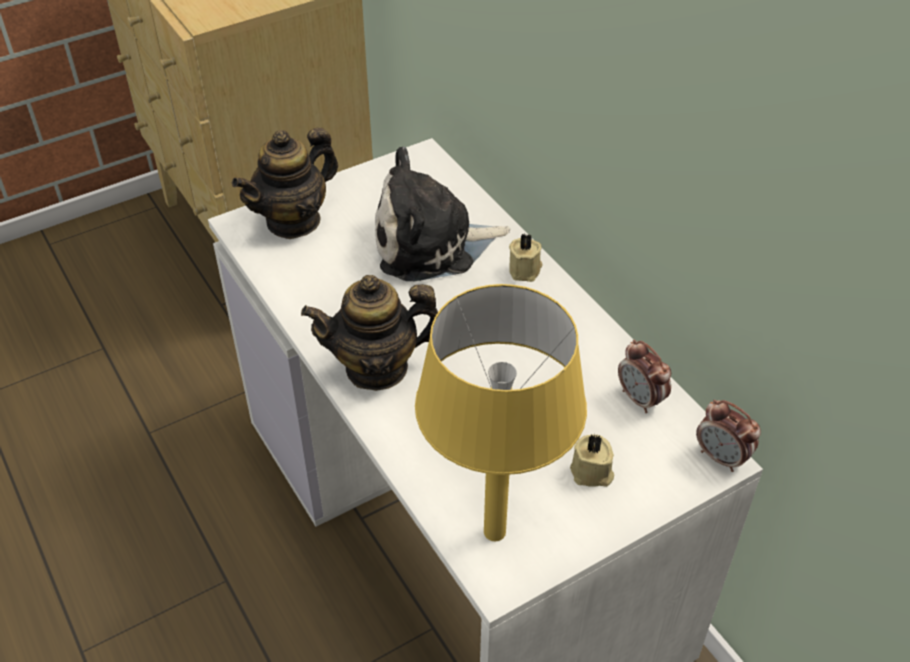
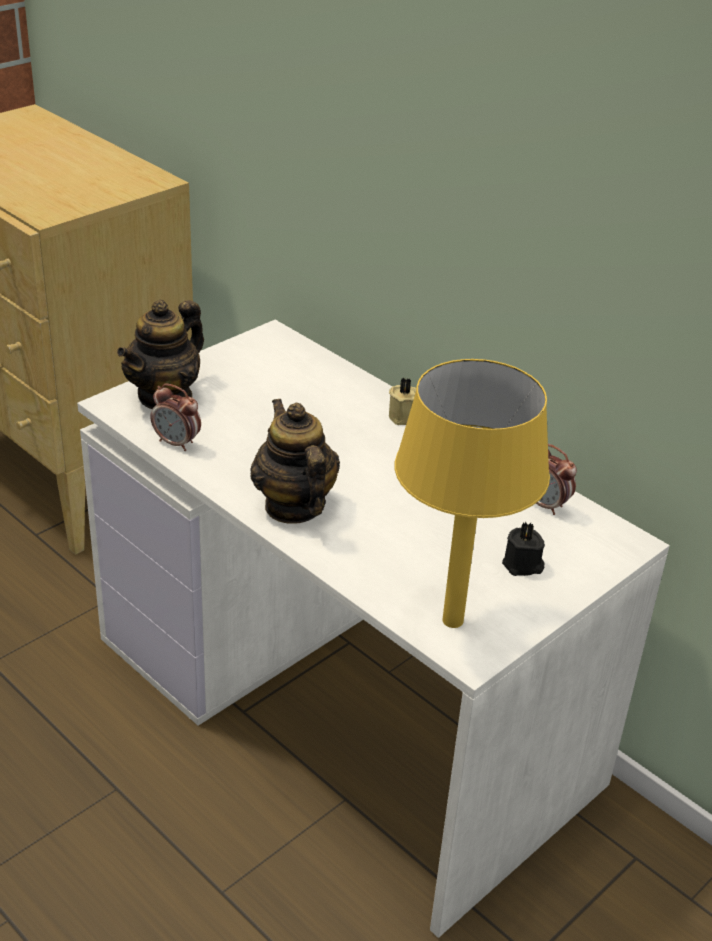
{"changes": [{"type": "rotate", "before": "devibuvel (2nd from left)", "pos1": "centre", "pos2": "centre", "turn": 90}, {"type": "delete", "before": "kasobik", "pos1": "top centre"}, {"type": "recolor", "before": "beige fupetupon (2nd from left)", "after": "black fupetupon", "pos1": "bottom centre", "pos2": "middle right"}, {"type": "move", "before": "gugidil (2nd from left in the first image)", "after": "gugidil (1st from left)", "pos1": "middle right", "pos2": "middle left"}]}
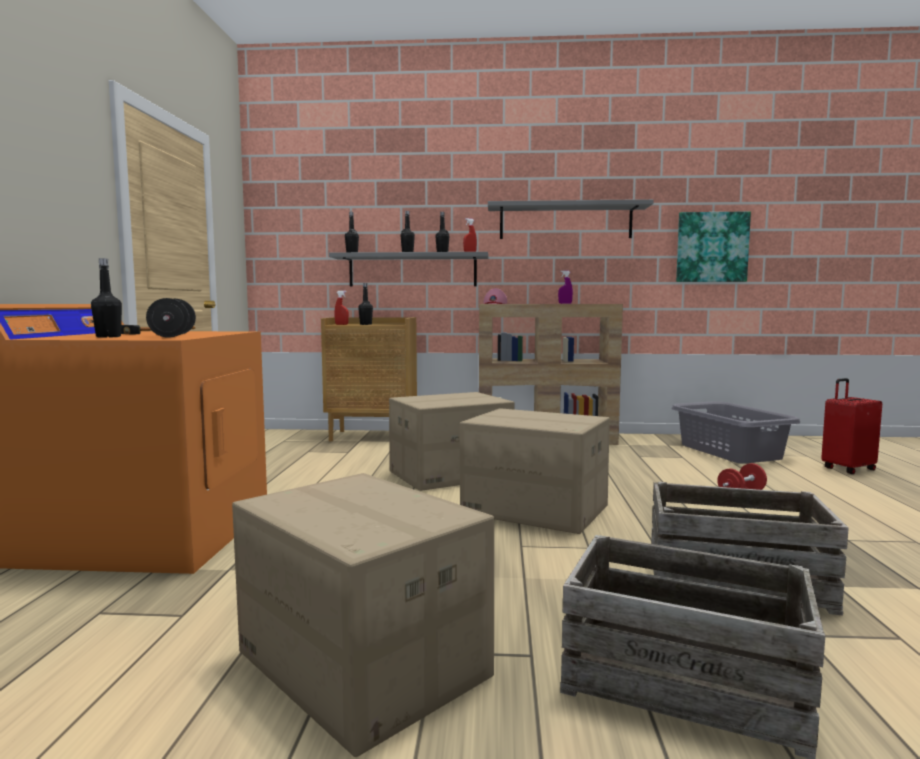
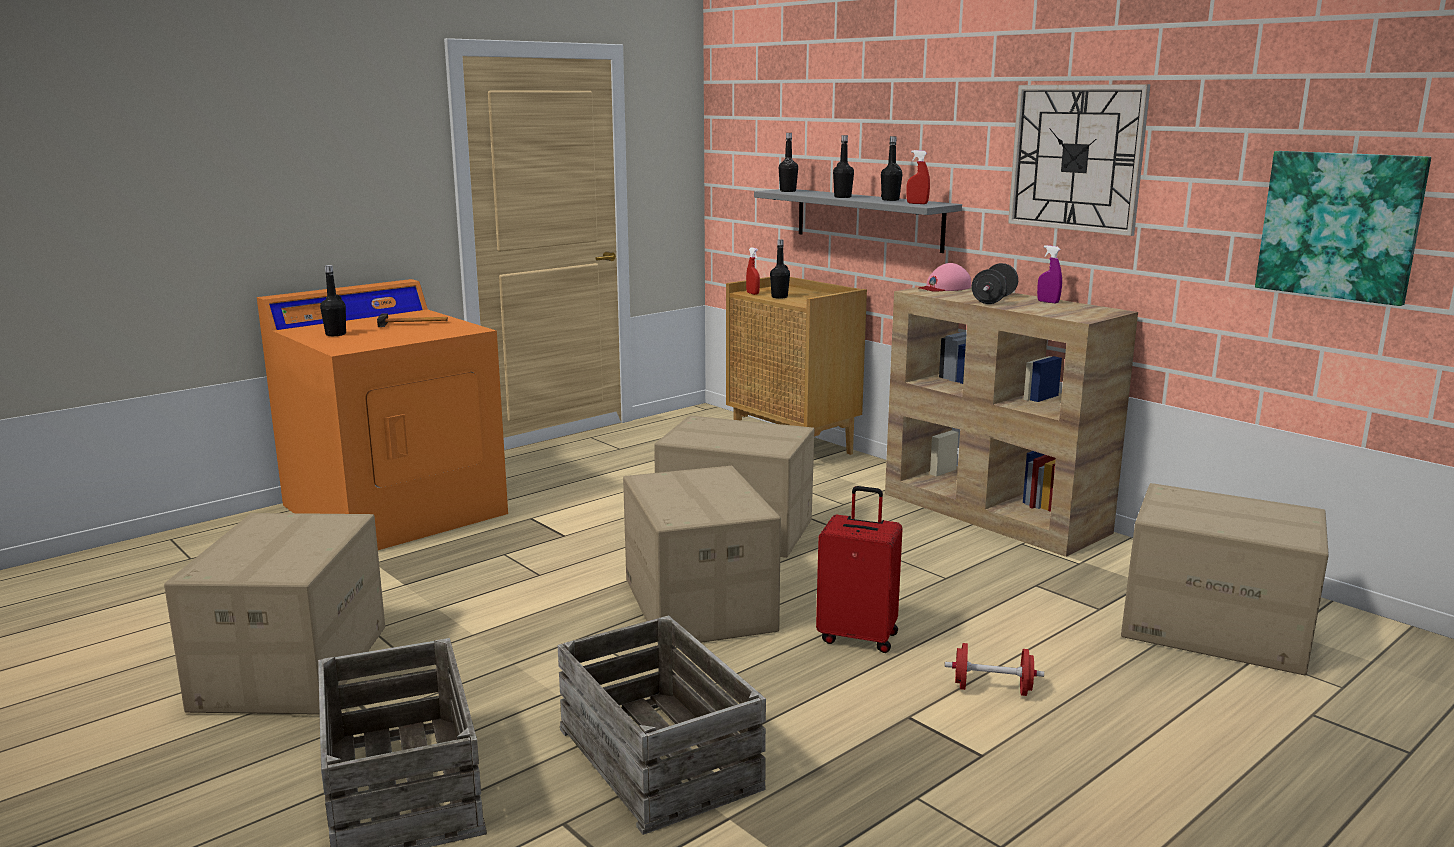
{"changes": [{"type": "move", "before": "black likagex", "pos1": "middle left", "pos2": "middle right"}, {"type": "replace", "before": "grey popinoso (2nd from left)", "after": "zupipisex", "pos1": "top centre", "pos2": "top right"}, {"type": "replace", "before": "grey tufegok", "after": "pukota (4th from left)", "pos1": "middle right", "pos2": "bottom right"}, {"type": "move", "before": "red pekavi", "pos1": "middle right", "pos2": "bottom centre"}]}
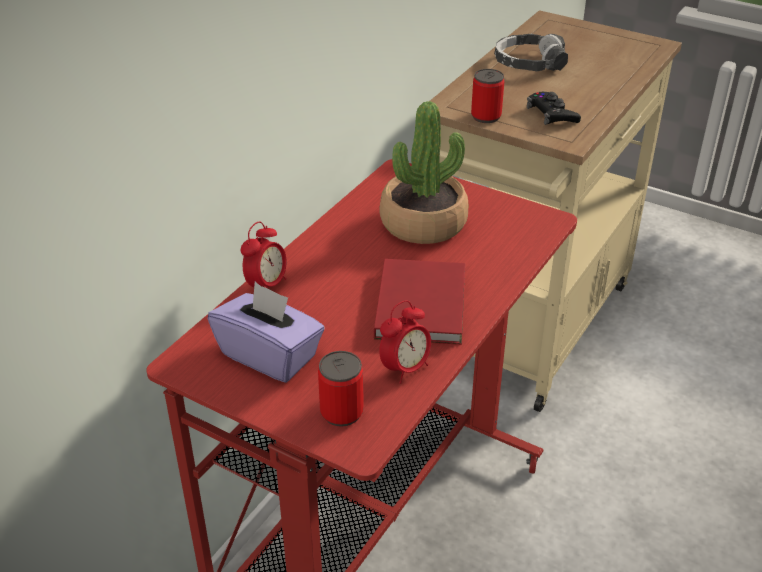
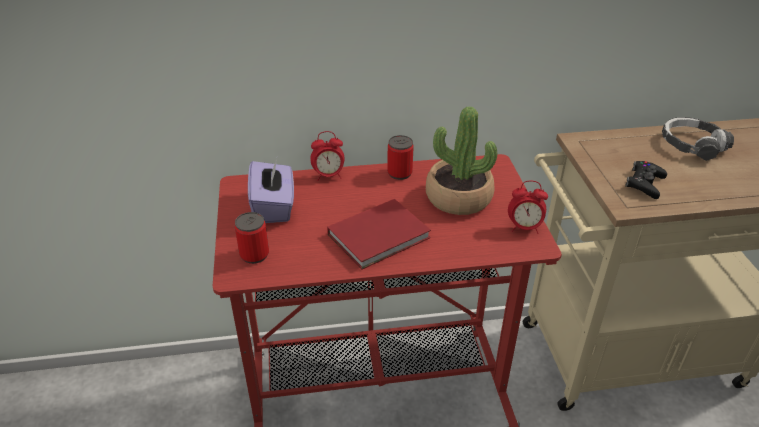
{"changes": [{"type": "move", "before": "gugidil (2nd from left)", "pos1": "centre", "pos2": "middle right"}, {"type": "move", "before": "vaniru (2nd from left)", "pos1": "top centre", "pos2": "centre"}]}
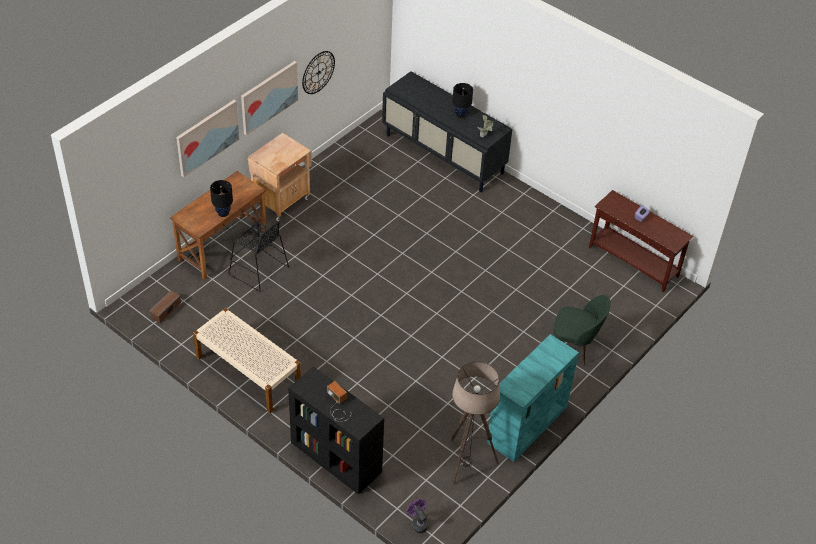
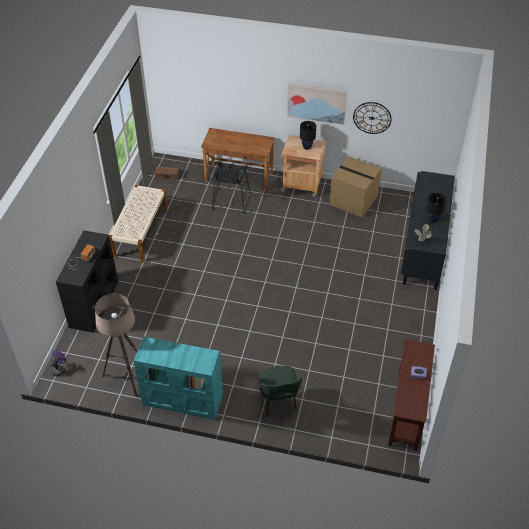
{"changes": [{"type": "delete", "before": "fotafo (1st from left)", "pos1": "top left"}, {"type": "move", "before": "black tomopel (1st from left)", "pos1": "middle left", "pos2": "top centre"}, {"type": "insert", "after": "pukota", "pos2": "middle right"}]}
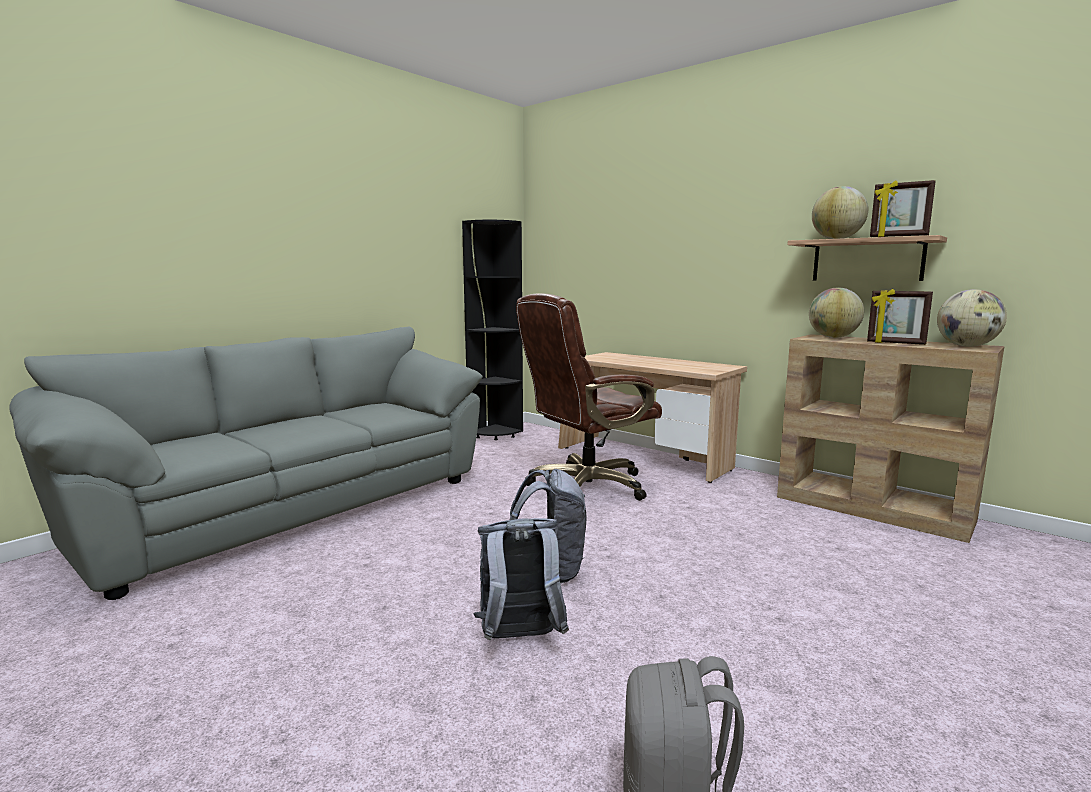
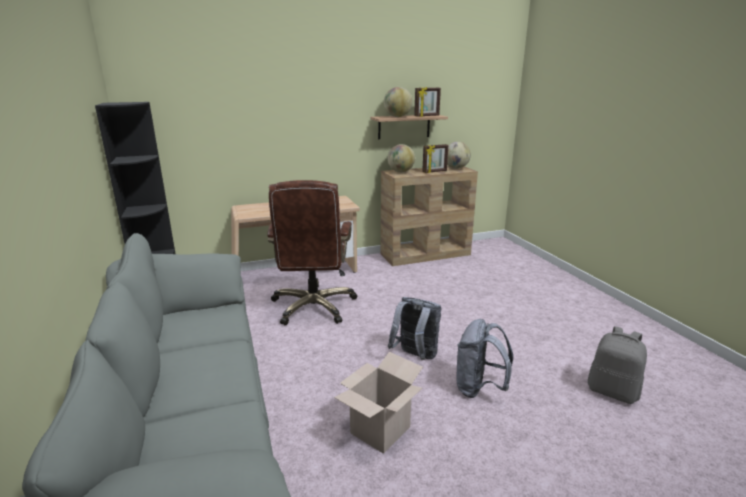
{"changes": [{"type": "insert", "after": "pukota", "pos2": "bottom centre"}]}
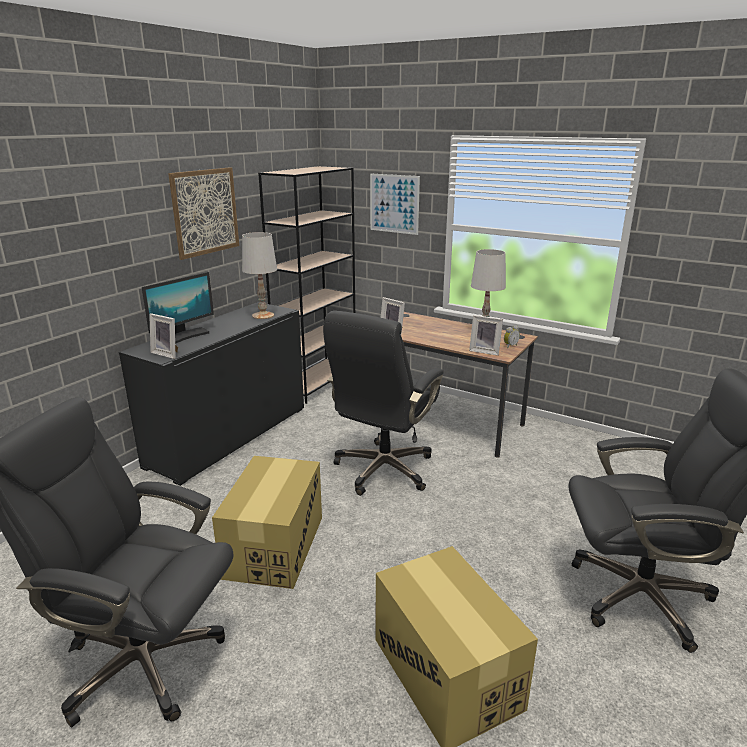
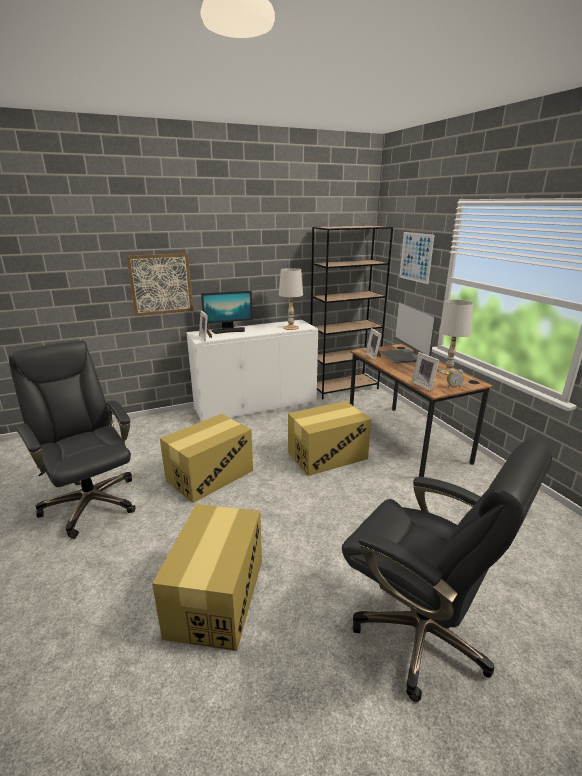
{"changes": [{"type": "recolor", "before": "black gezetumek", "after": "white gezetumek", "pos1": "middle left", "pos2": "centre"}, {"type": "move", "before": "fotafo (1st from left)", "pos1": "top left", "pos2": "middle left"}, {"type": "replace", "before": "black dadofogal (2nd from left)", "after": "pukota (3rd from left)", "pos1": "centre", "pos2": "centre"}, {"type": "insert", "after": "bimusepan (2nd from left)", "pos2": "middle right"}]}
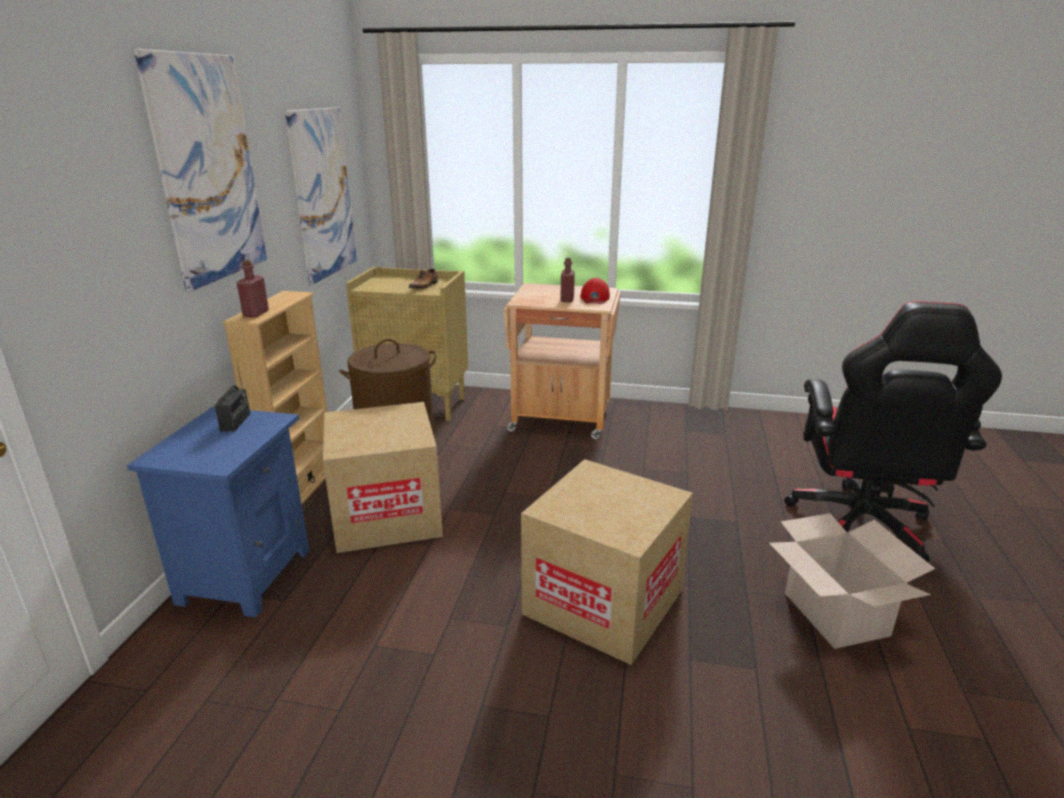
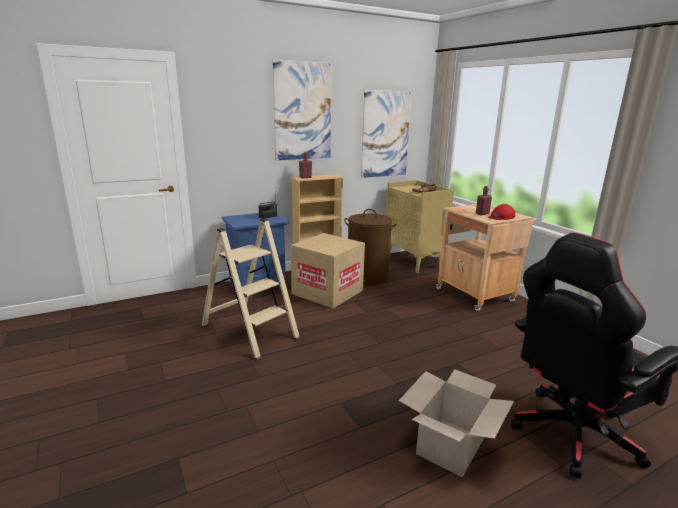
{"changes": [{"type": "delete", "before": "pukota (2nd from left)", "pos1": "bottom centre"}, {"type": "insert", "after": "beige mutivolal", "pos2": "centre"}]}
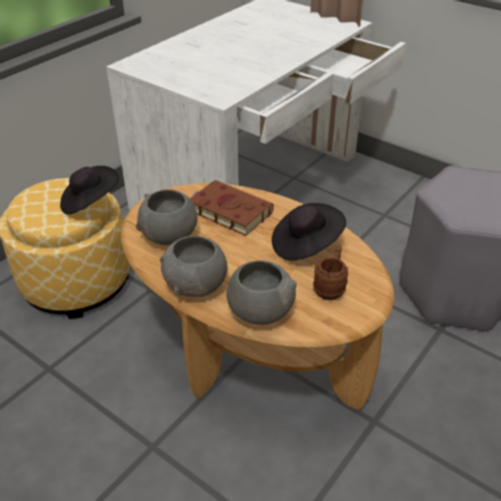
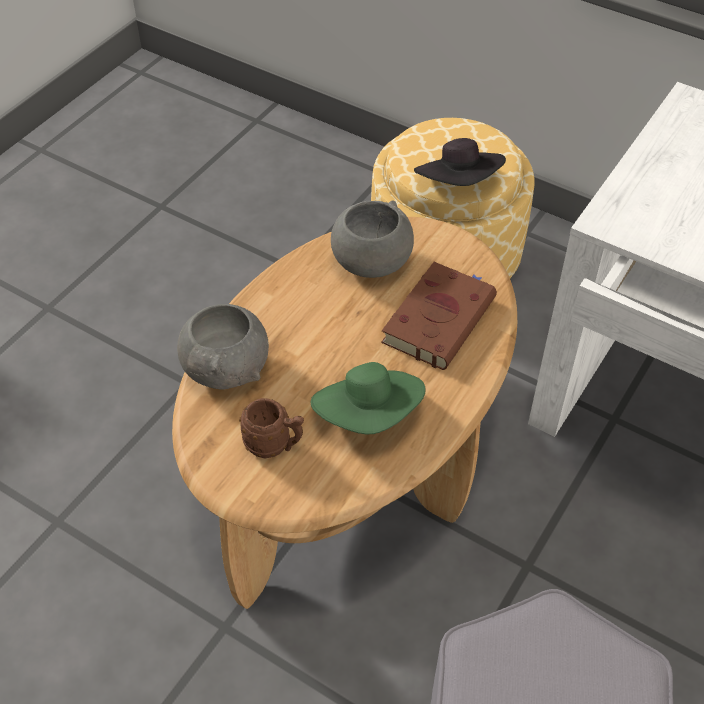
{"changes": [{"type": "delete", "before": "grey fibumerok (2nd from left)", "pos1": "centre"}, {"type": "recolor", "before": "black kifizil (2nd from left)", "after": "green kifizil", "pos1": "centre", "pos2": "centre"}]}
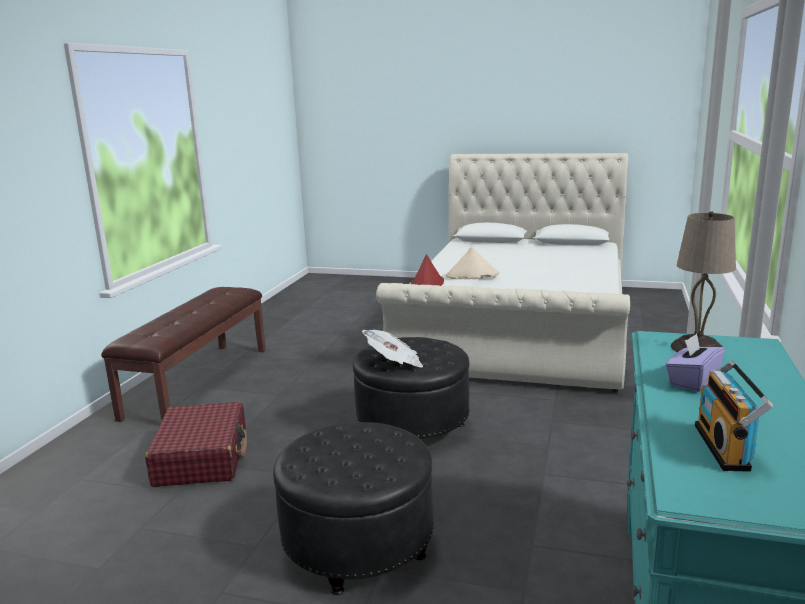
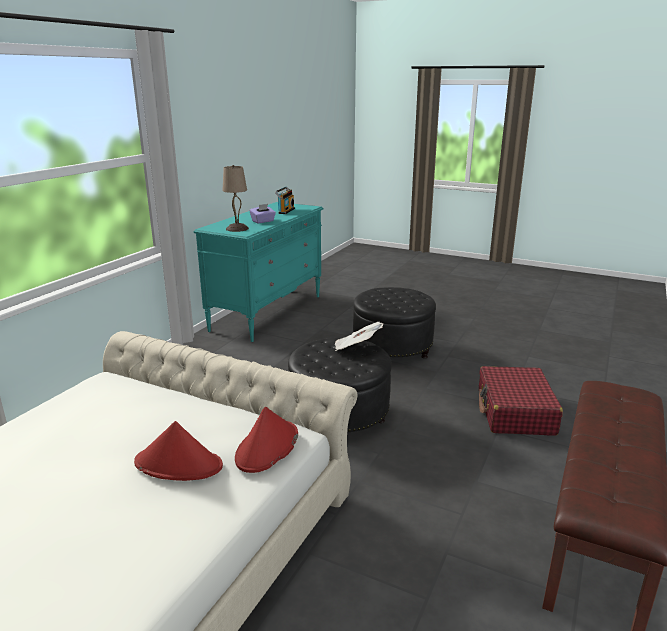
{"changes": [{"type": "recolor", "before": "beige kifizil", "after": "red kifizil (1st from left)", "pos1": "centre", "pos2": "bottom left"}]}
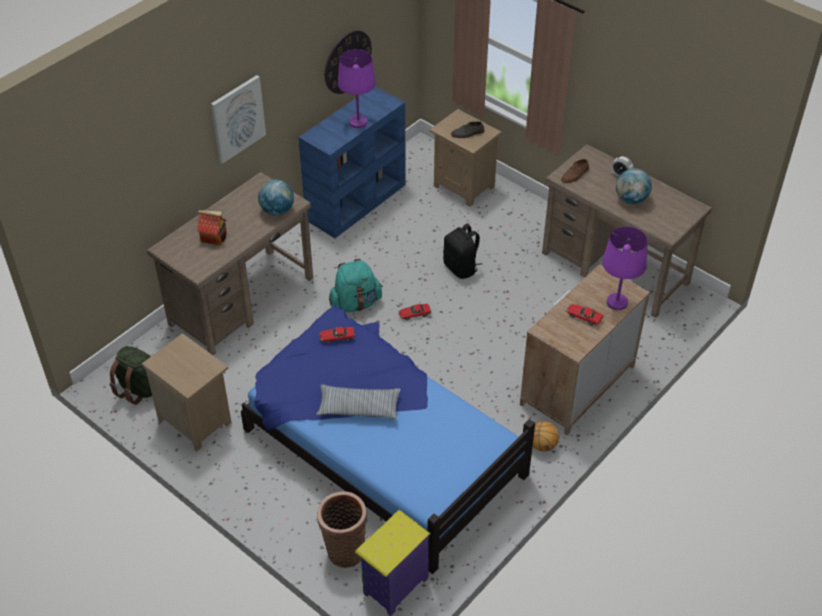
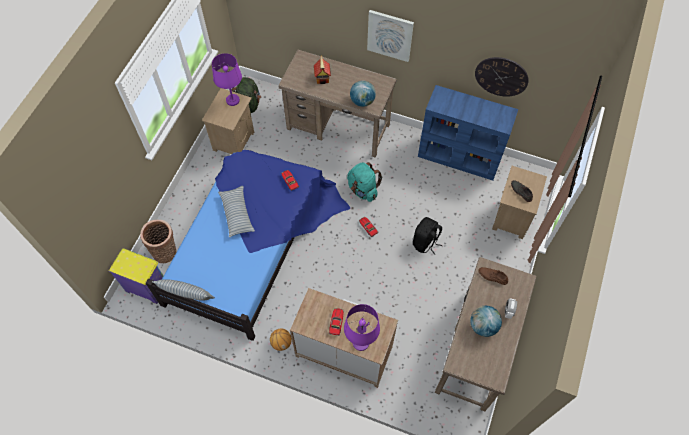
{"changes": [{"type": "move", "before": "purple tomopel (1st from left)", "pos1": "top centre", "pos2": "top left"}, {"type": "insert", "after": "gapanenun (1st from left)", "pos2": "bottom left"}]}
